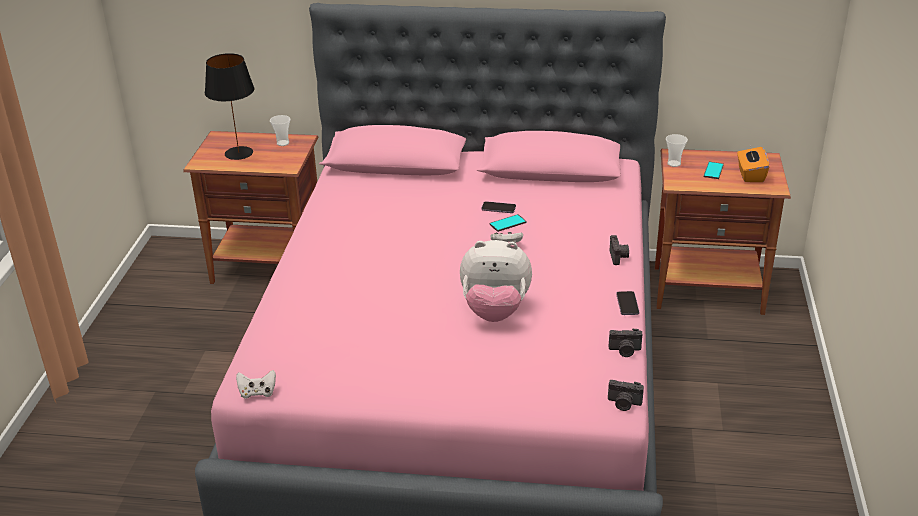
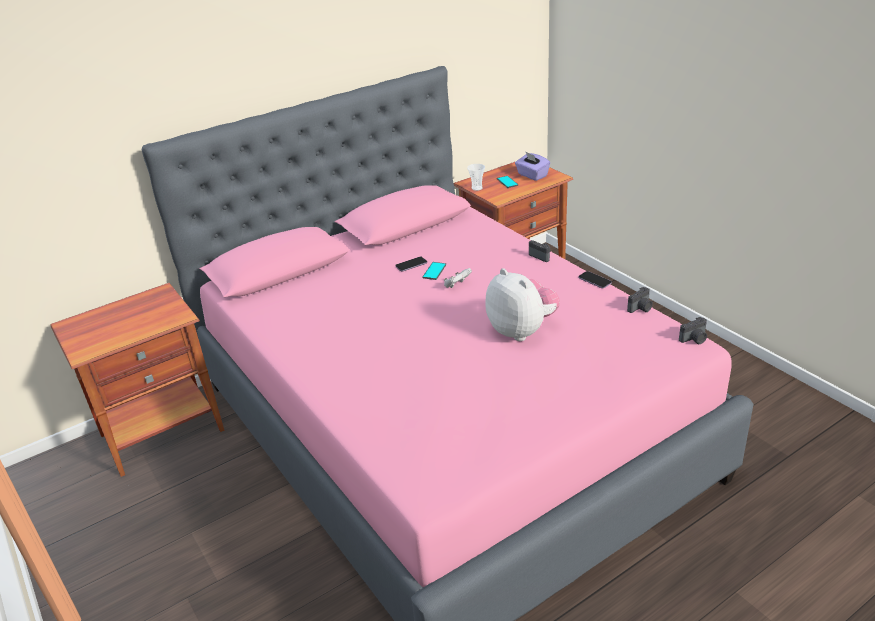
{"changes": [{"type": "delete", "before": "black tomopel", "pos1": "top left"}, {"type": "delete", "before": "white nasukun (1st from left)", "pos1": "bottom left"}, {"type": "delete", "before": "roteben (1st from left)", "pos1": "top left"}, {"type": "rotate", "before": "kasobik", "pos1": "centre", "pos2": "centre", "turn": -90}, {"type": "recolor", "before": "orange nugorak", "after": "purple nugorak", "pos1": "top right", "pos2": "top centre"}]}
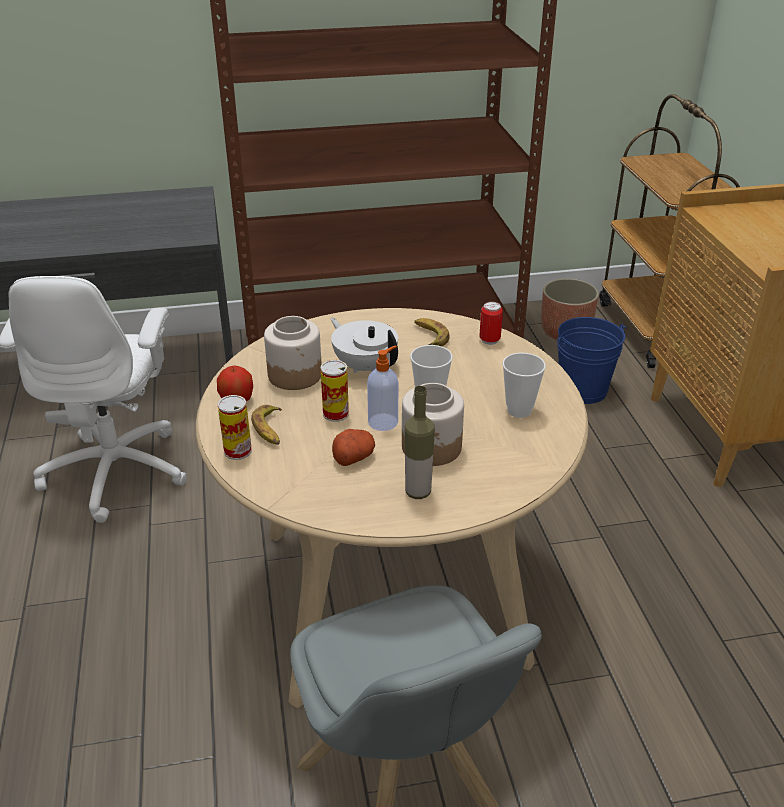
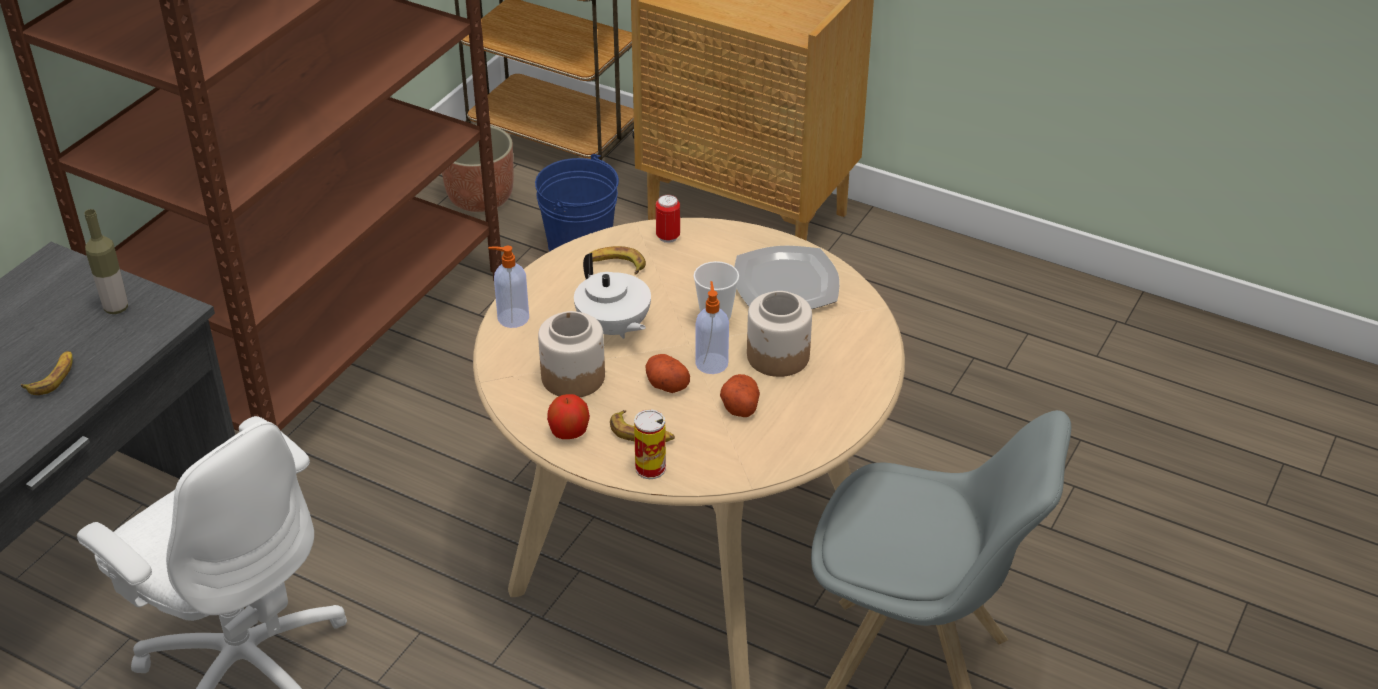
{"changes": [{"type": "replace", "before": "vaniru (2nd from left)", "after": "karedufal (1st from left)", "pos1": "centre", "pos2": "centre"}, {"type": "rotate", "before": "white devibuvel", "pos1": "centre", "pos2": "centre", "turn": -120}, {"type": "move", "before": "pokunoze", "pos1": "centre", "pos2": "middle left"}, {"type": "replace", "before": "roteben (2nd from left)", "after": "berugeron", "pos1": "middle right", "pos2": "centre"}, {"type": "insert", "after": "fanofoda (1st from left)", "pos2": "middle left"}, {"type": "insert", "after": "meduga (1st from left)", "pos2": "centre"}]}
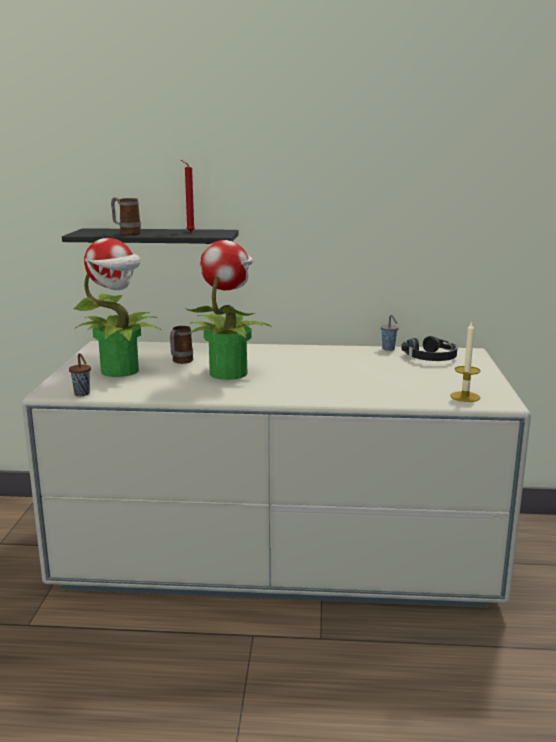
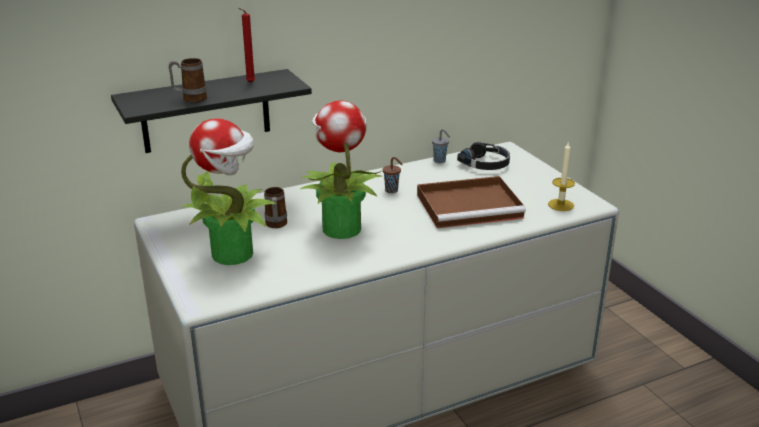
{"changes": [{"type": "move", "before": "brown roteben", "pos1": "middle left", "pos2": "centre"}, {"type": "insert", "after": "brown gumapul", "pos2": "centre"}]}
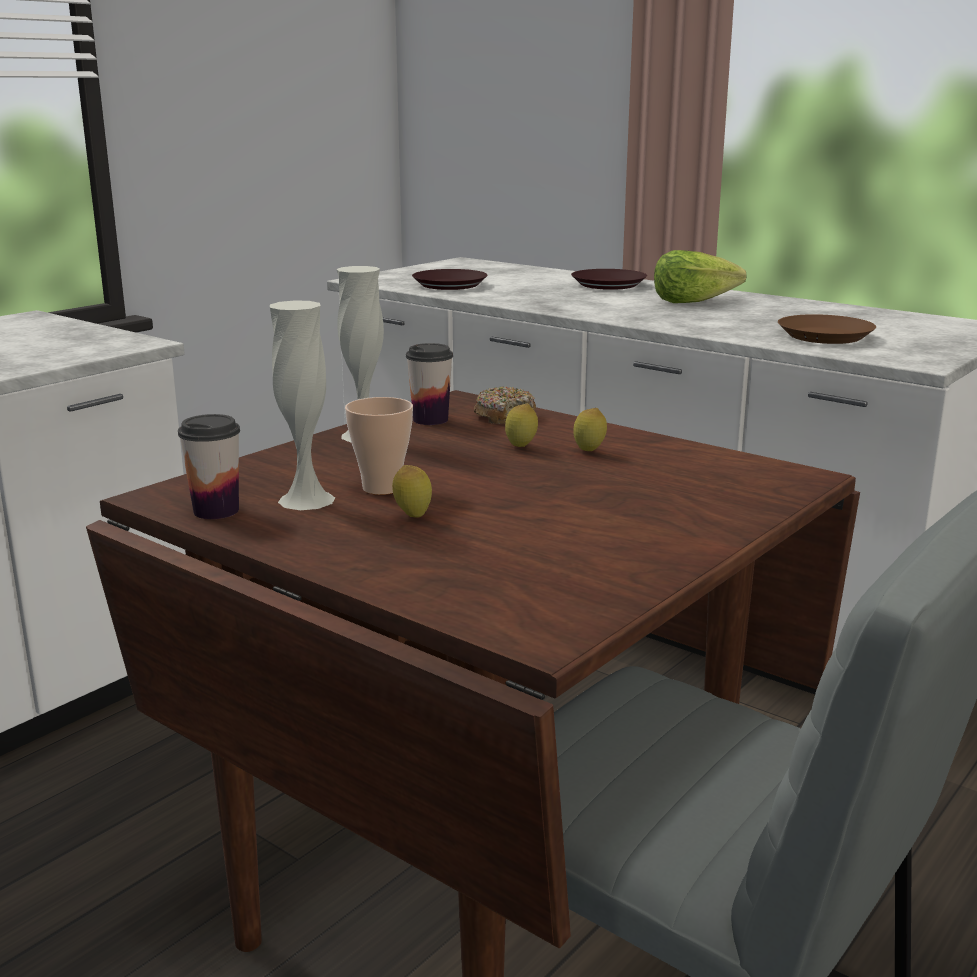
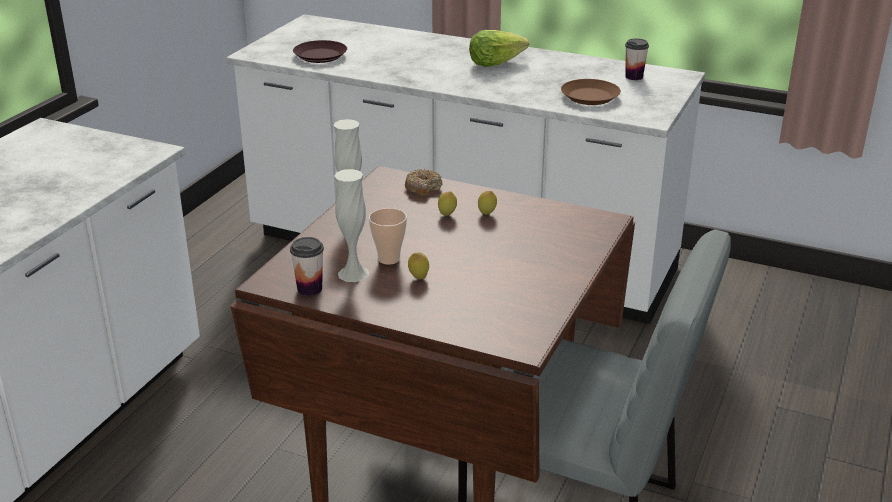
{"changes": [{"type": "move", "before": "roteben (3rd from left)", "pos1": "centre", "pos2": "top right"}, {"type": "delete", "before": "brown berugeron (2nd from left)", "pos1": "top centre"}]}
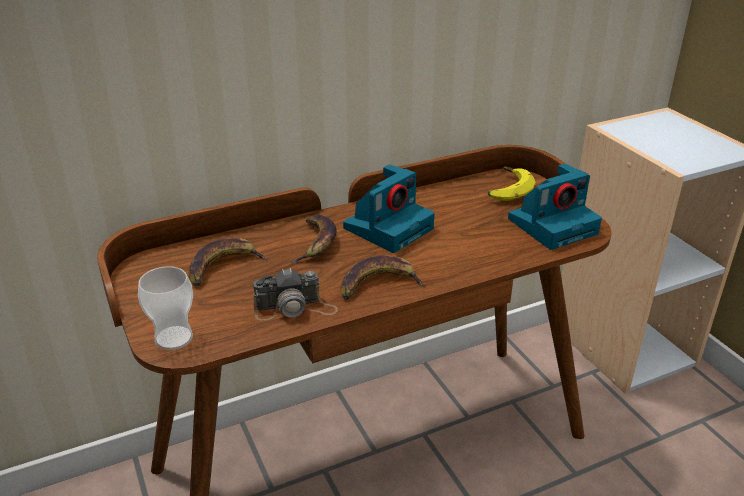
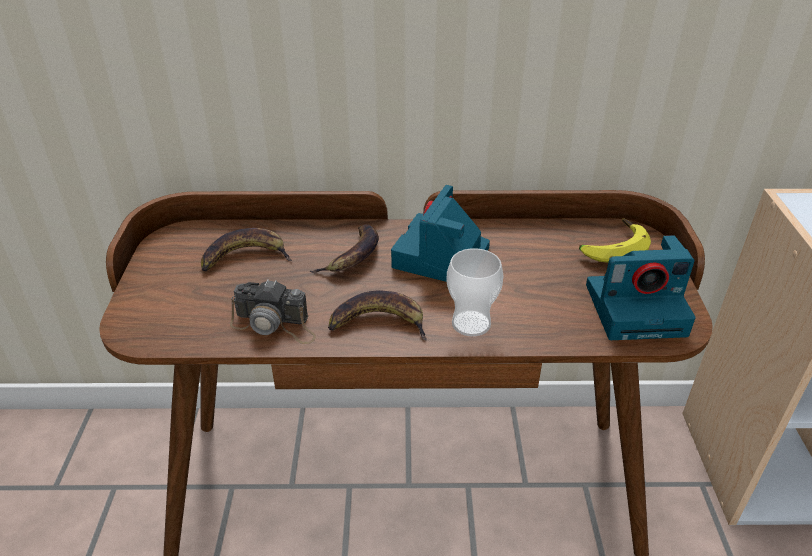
{"changes": [{"type": "move", "before": "roteben", "pos1": "middle left", "pos2": "centre"}, {"type": "rotate", "before": "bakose (2nd from left)", "pos1": "centre", "pos2": "centre", "turn": 135}]}
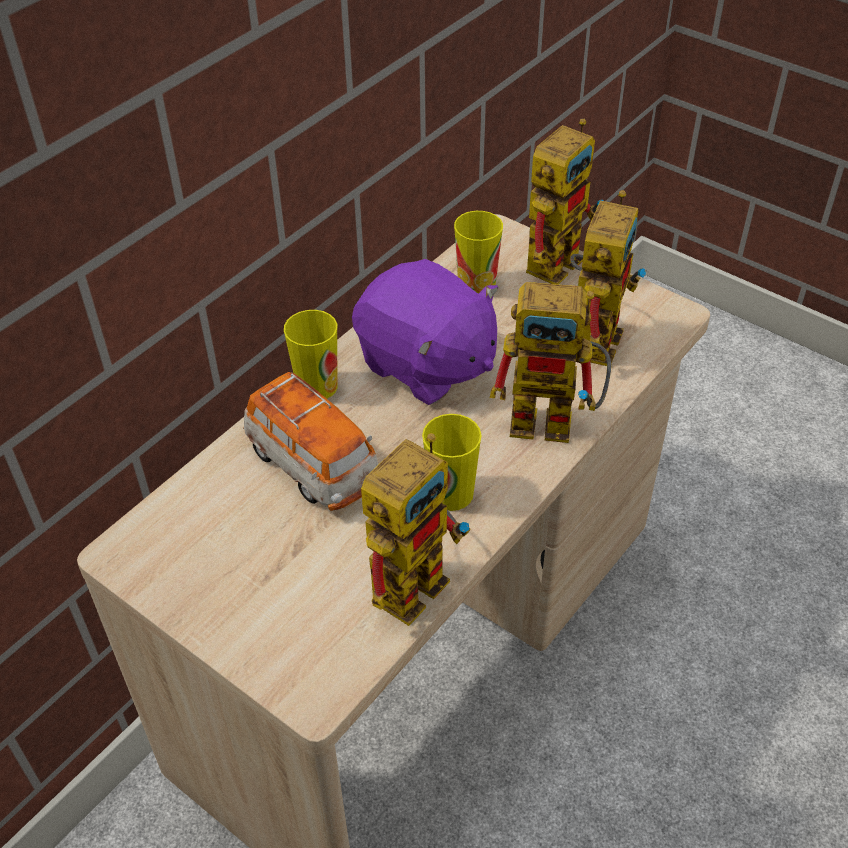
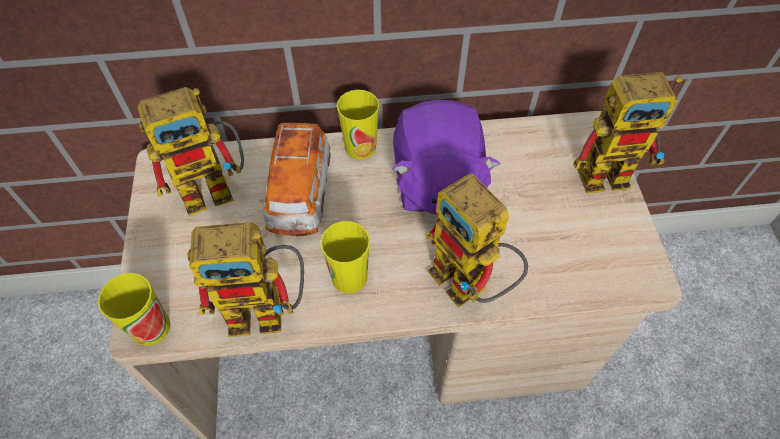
{"changes": [{"type": "move", "before": "roteben (3rd from left in the first image)", "after": "roteben (1st from left)", "pos1": "top centre", "pos2": "bottom left"}, {"type": "move", "before": "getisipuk (4th from left in the first image)", "after": "getisipuk (1st from left)", "pos1": "top right", "pos2": "middle left"}]}
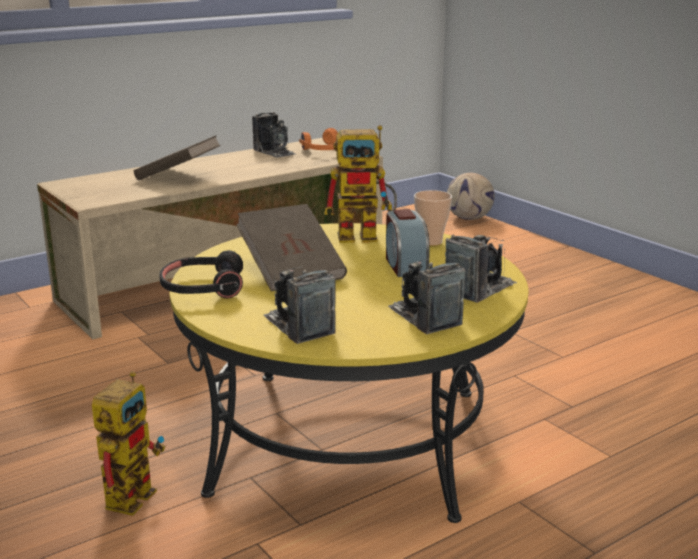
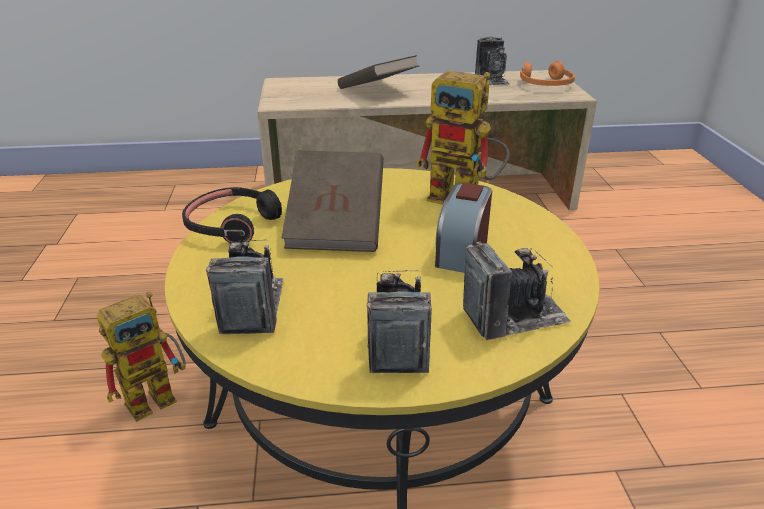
{"changes": [{"type": "delete", "before": "roteben", "pos1": "centre"}, {"type": "delete", "before": "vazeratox", "pos1": "middle right"}]}
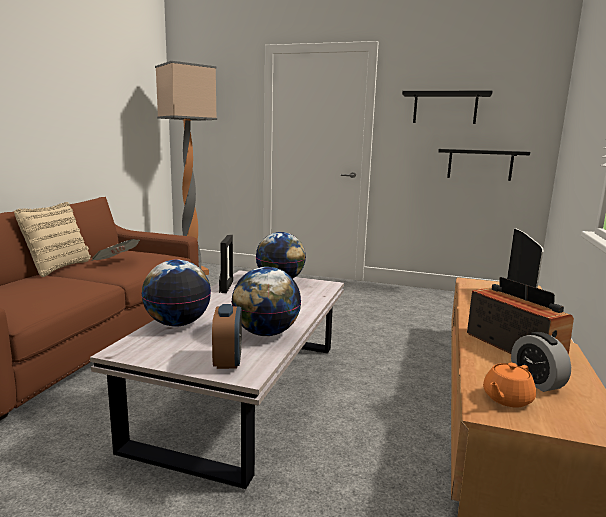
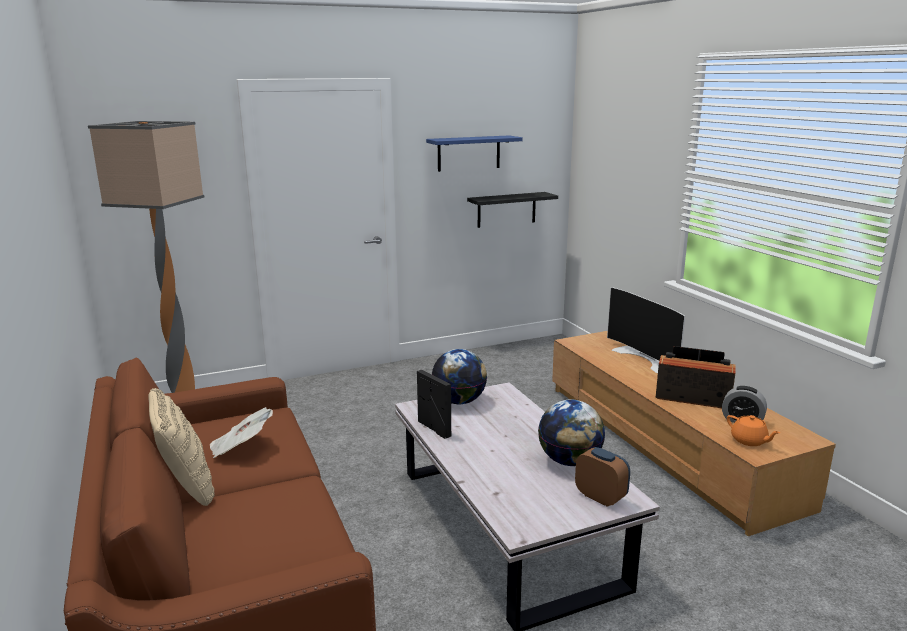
{"changes": [{"type": "delete", "before": "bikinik (1st from left)", "pos1": "middle left"}, {"type": "recolor", "before": "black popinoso (1st from left)", "after": "blue popinoso", "pos1": "top right", "pos2": "top centre"}, {"type": "rotate", "before": "orange devibuvel", "pos1": "bottom right", "pos2": "bottom right", "turn": -45}]}
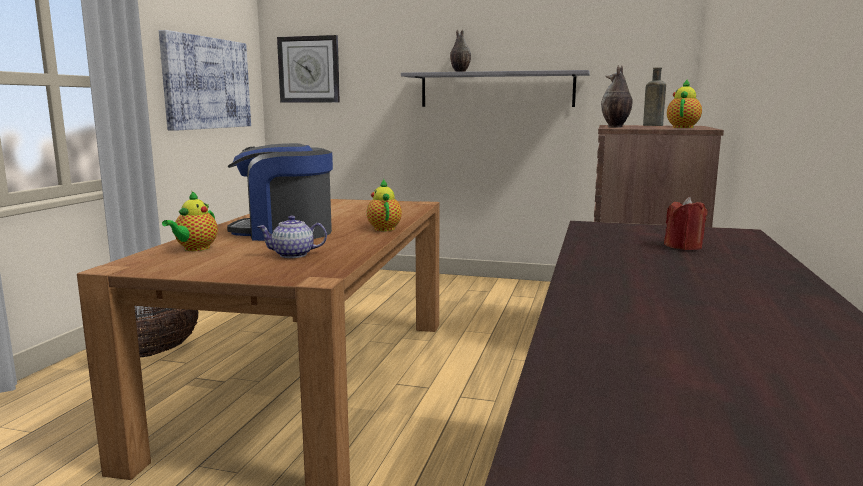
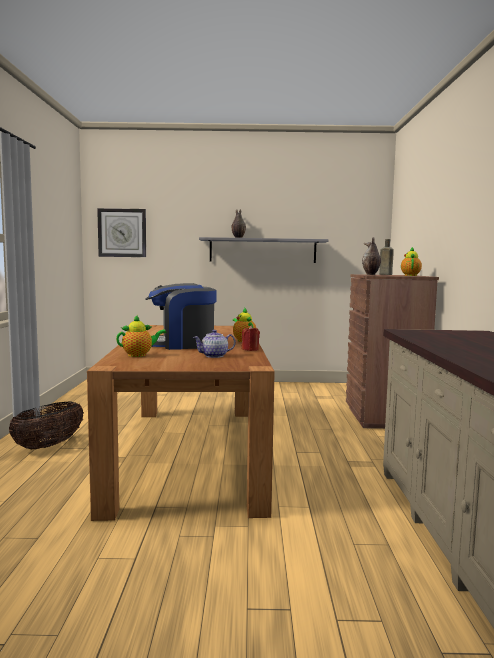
{"changes": [{"type": "delete", "before": "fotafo", "pos1": "top left"}, {"type": "rotate", "before": "devibuvel (1st from left)", "pos1": "middle left", "pos2": "middle left", "turn": -120}, {"type": "move", "before": "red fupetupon", "pos1": "middle right", "pos2": "centre"}]}
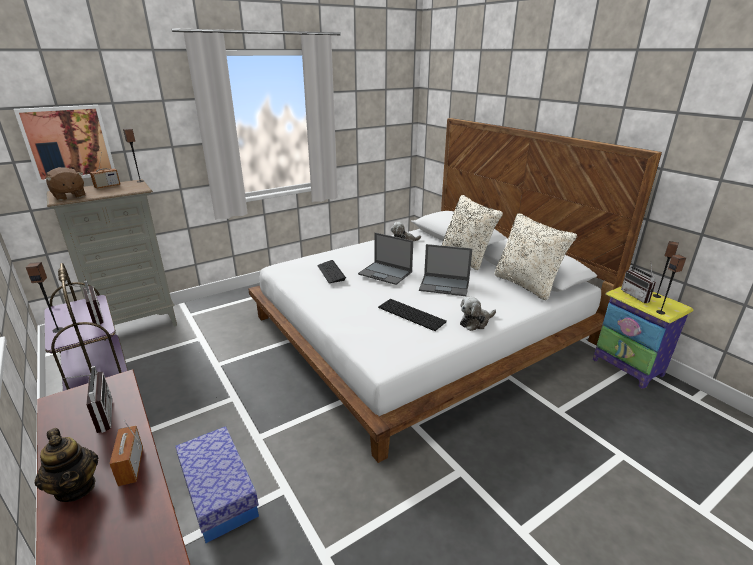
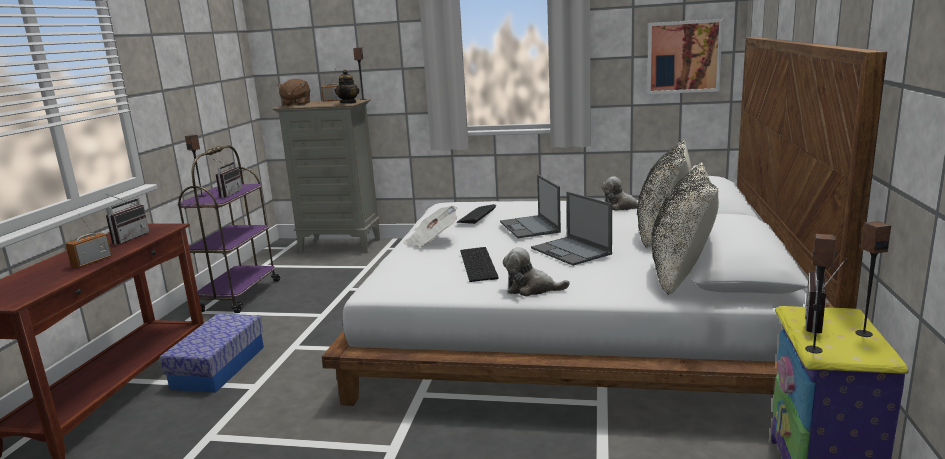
{"changes": [{"type": "move", "before": "fotafo", "pos1": "top left", "pos2": "top right"}, {"type": "move", "before": "devibuvel", "pos1": "bottom left", "pos2": "top centre"}, {"type": "insert", "after": "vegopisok", "pos2": "centre"}]}
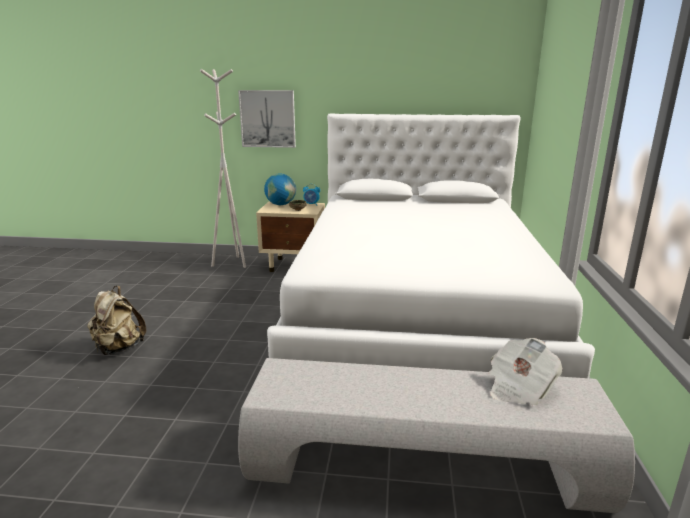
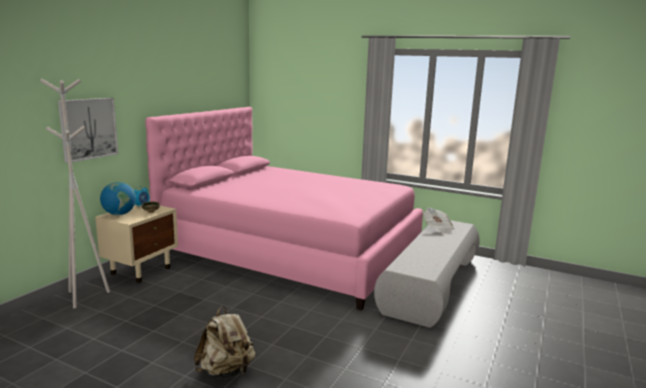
{"changes": [{"type": "recolor", "before": "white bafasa", "after": "pink bafasa", "pos1": "centre", "pos2": "centre"}]}
